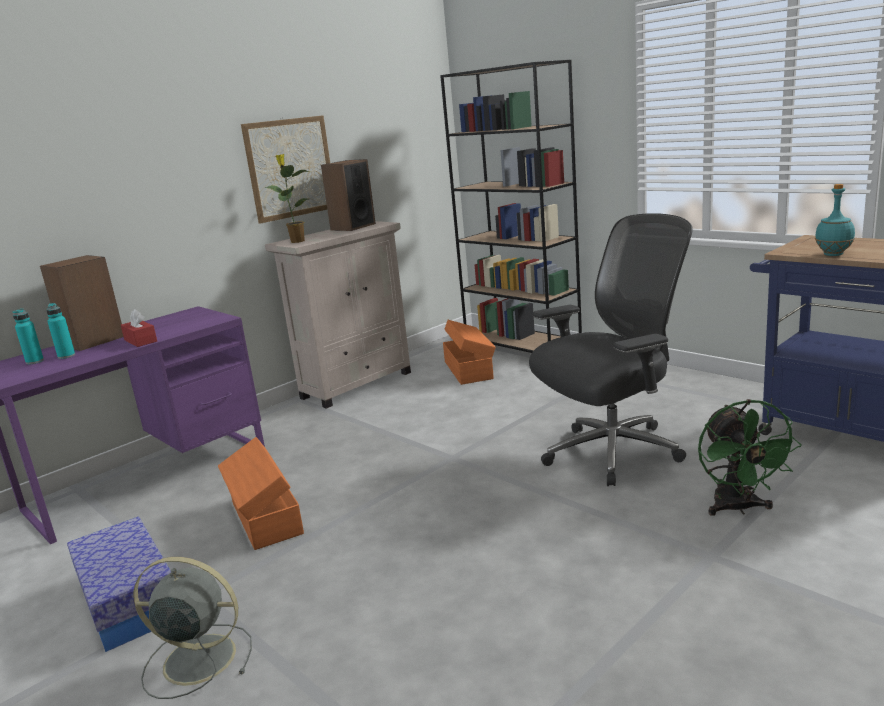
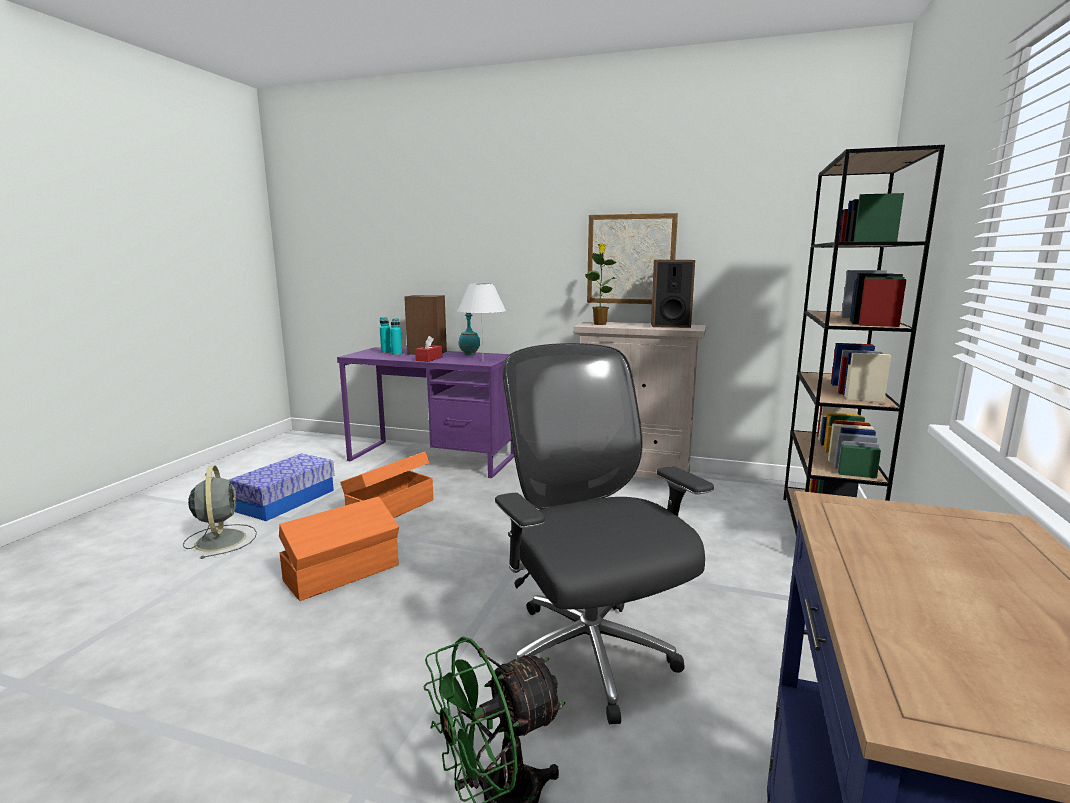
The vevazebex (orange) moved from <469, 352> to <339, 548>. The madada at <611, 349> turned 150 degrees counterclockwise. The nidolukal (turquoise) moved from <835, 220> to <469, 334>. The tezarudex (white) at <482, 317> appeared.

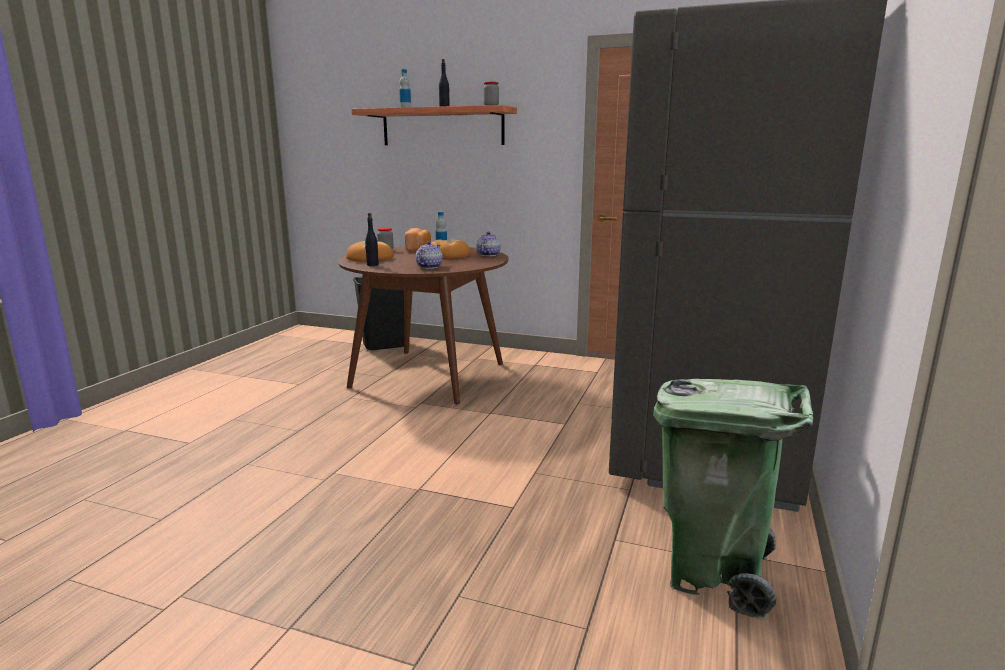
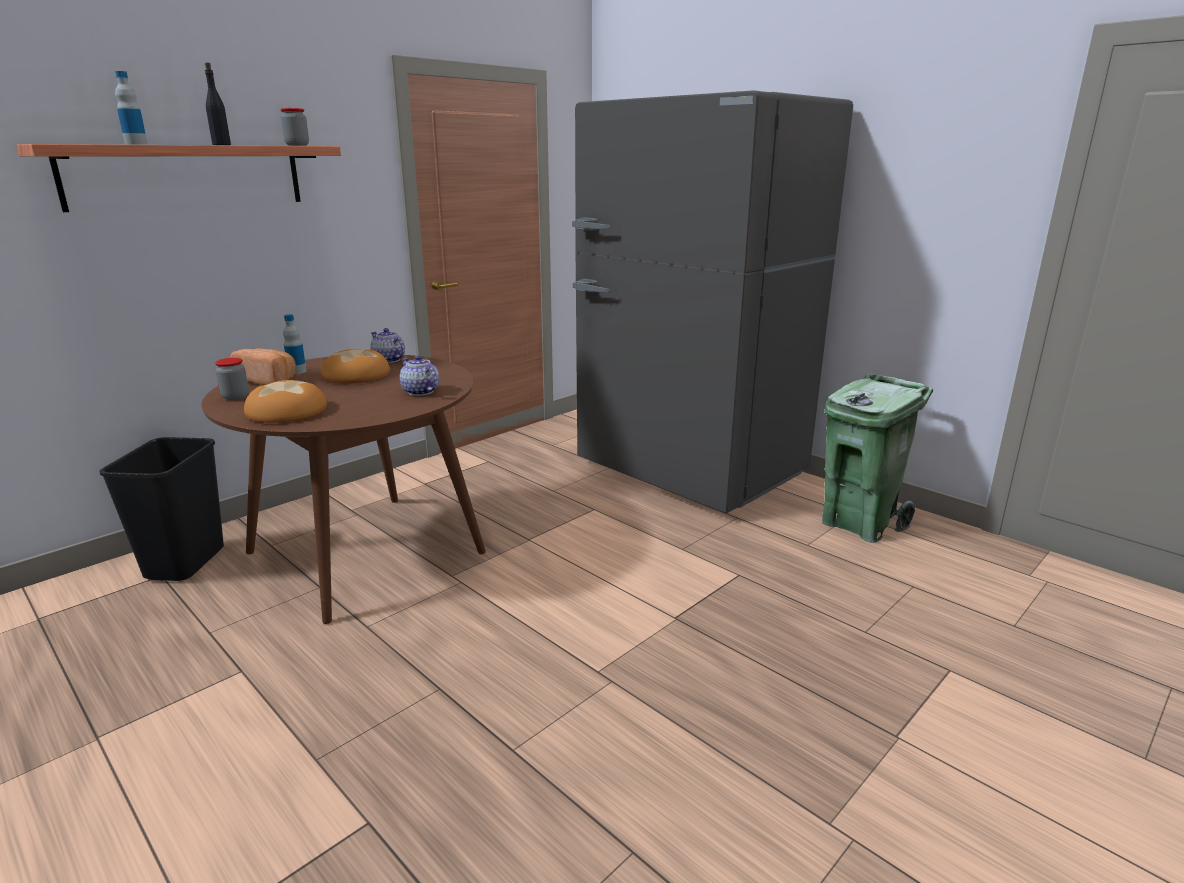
The nidolukal (black) at <372, 239> disappeared.

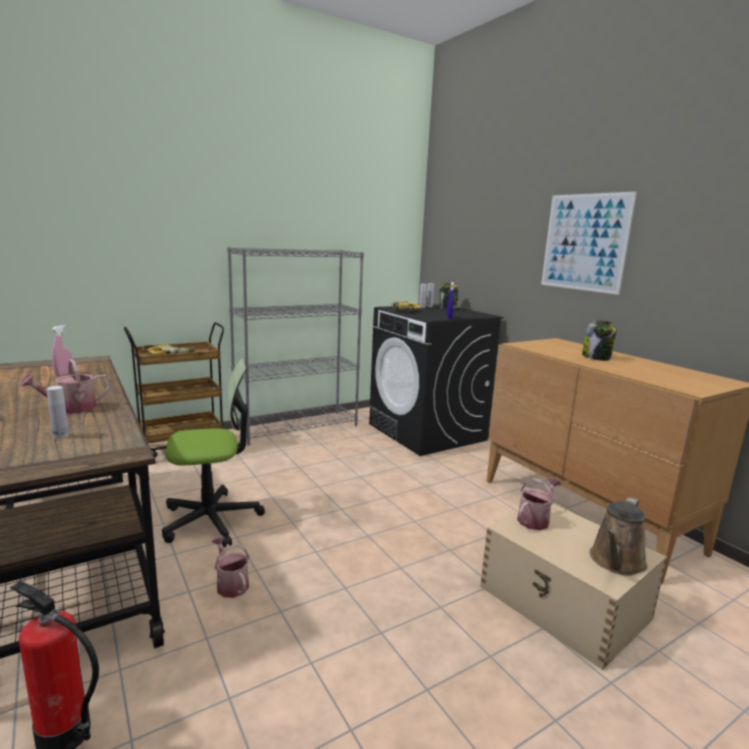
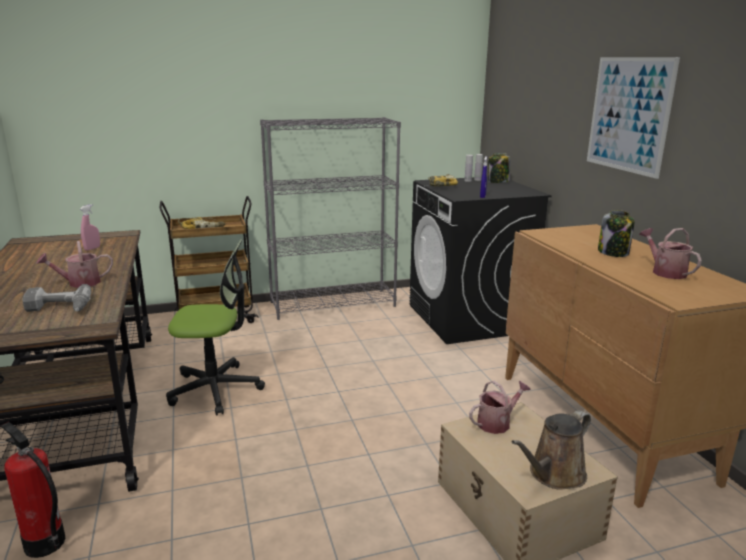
The nidolukal (white) at <58, 412> was replaced by the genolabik at <57, 298>. The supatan moved from <230, 567> to <670, 253>.

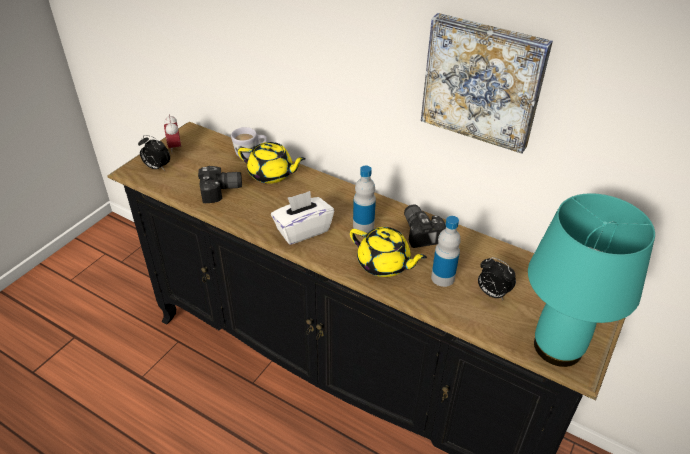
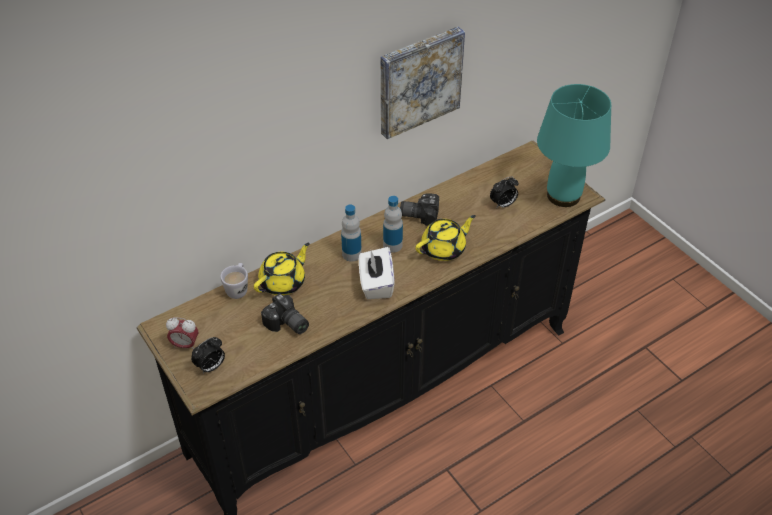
The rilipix at <220, 184> turned 120 degrees clockwise. The nidolukal moved from <446, 251> to <351, 233>.

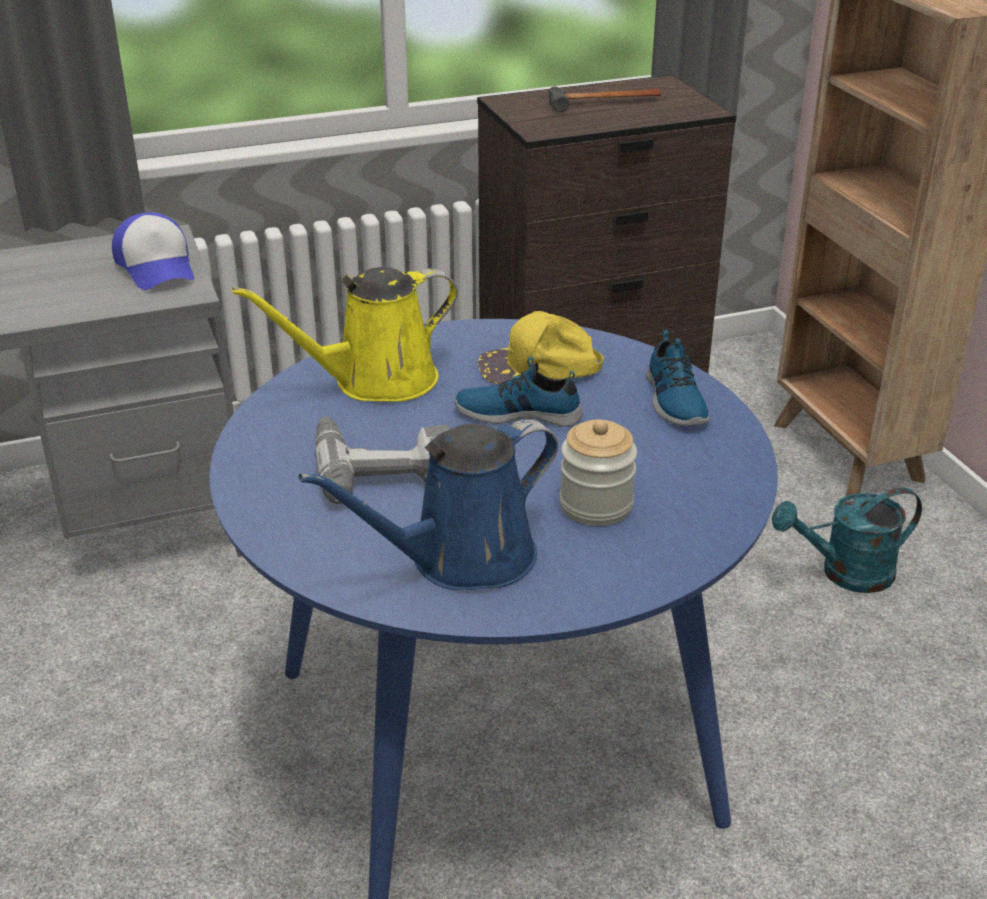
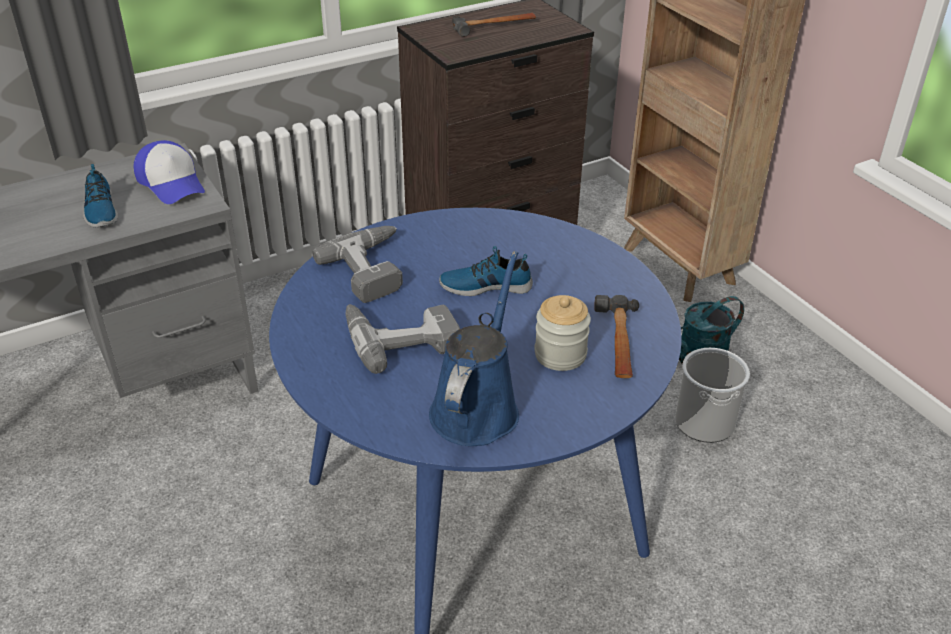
The supatan (yellow) at <345, 334> was replaced by the genolabik at <358, 264>. The supatan (blue) at <428, 505> turned 150 degrees clockwise. The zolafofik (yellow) at <541, 347> disappeared. The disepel moved from <678, 378> to <100, 195>. The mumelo at <616, 336> appeared. The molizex at <712, 395> appeared.

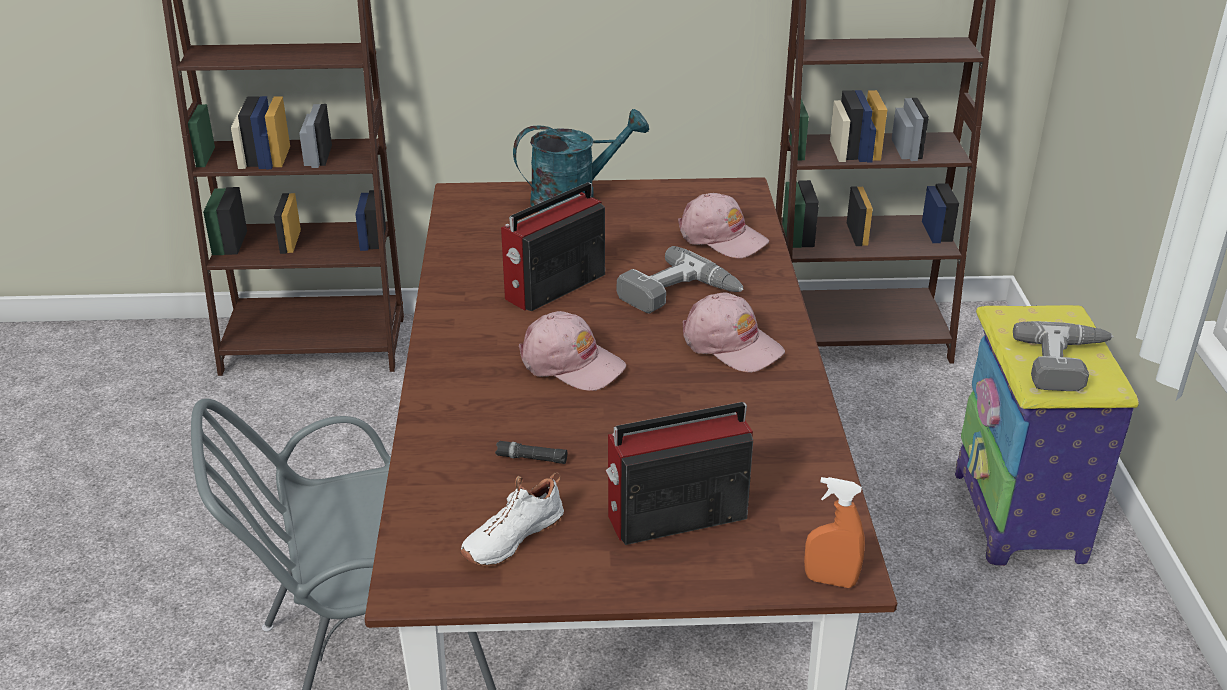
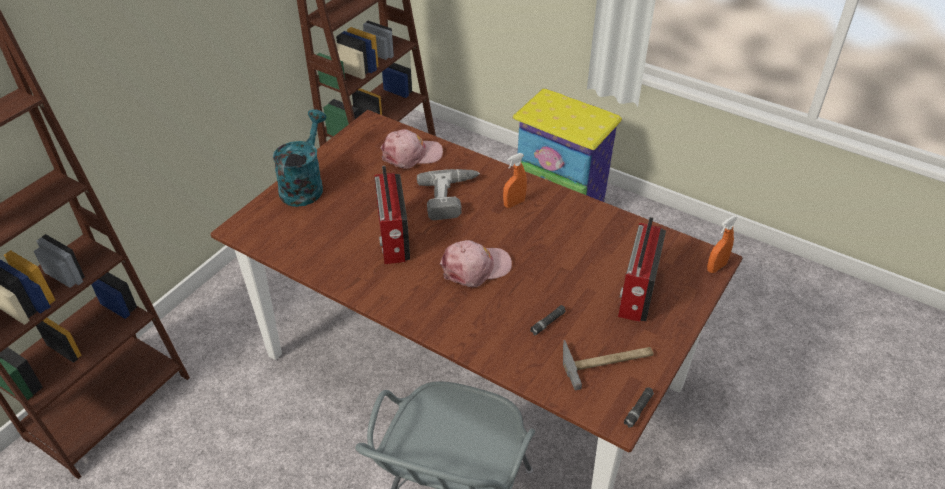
The disepel (white) at <512, 519> was replaced by the mumelo at <608, 365>. The zolafofik (pink) at <733, 333> was replaced by the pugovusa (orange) at <515, 180>. The genolabik at <1063, 356> disappeared. The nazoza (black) at <639, 407> appeared.

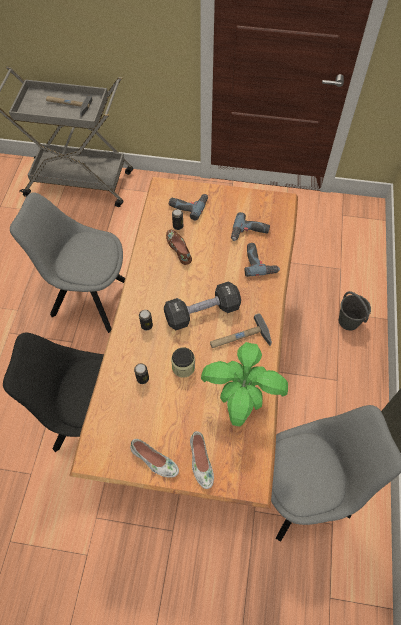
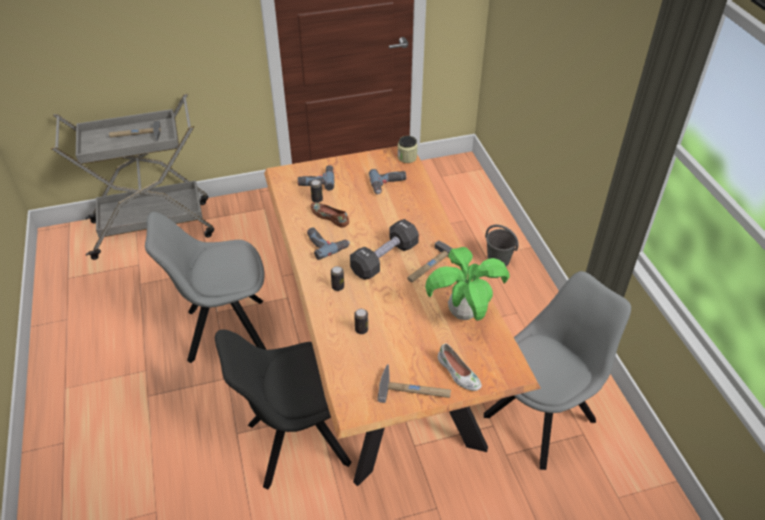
The disepel (white) at <154, 458> was replaced by the mumelo at <414, 383>. The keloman moved from <183, 363> to <407, 149>. The genolabik moved from <262, 260> to <328, 244>.

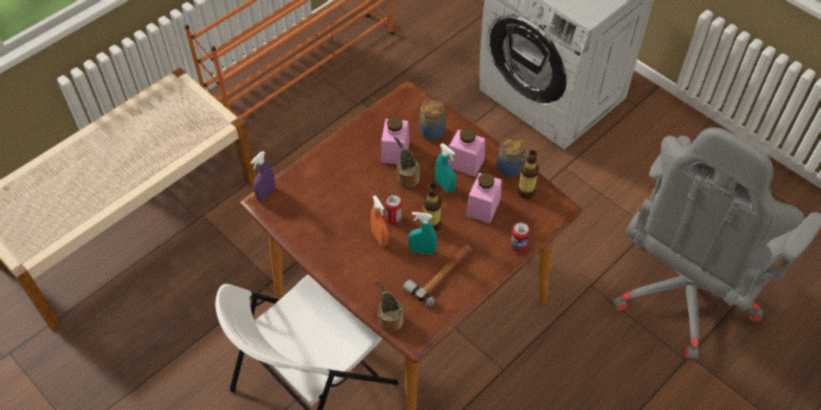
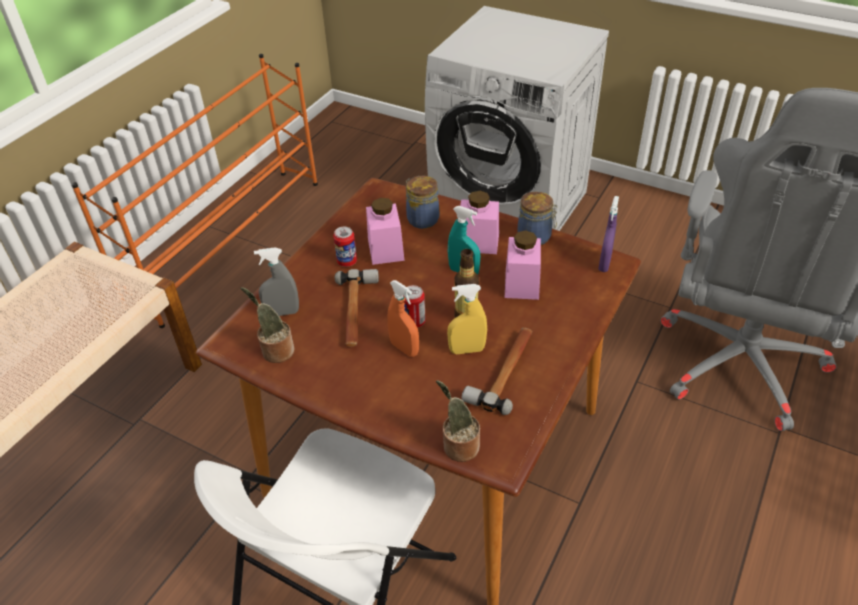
The pugovusa (purple) moved from <262, 176> to <608, 234>. The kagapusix moved from <406, 162> to <267, 325>. The pugovusa (turquoise) at <422, 233> became the pugovusa (yellow) at <467, 319>. The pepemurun moved from <520, 237> to <345, 246>. The nidolukal at <528, 174> disappeared. The pugovusa (grey) at <276, 281> appeared. The mumelo at <357, 308> appeared.

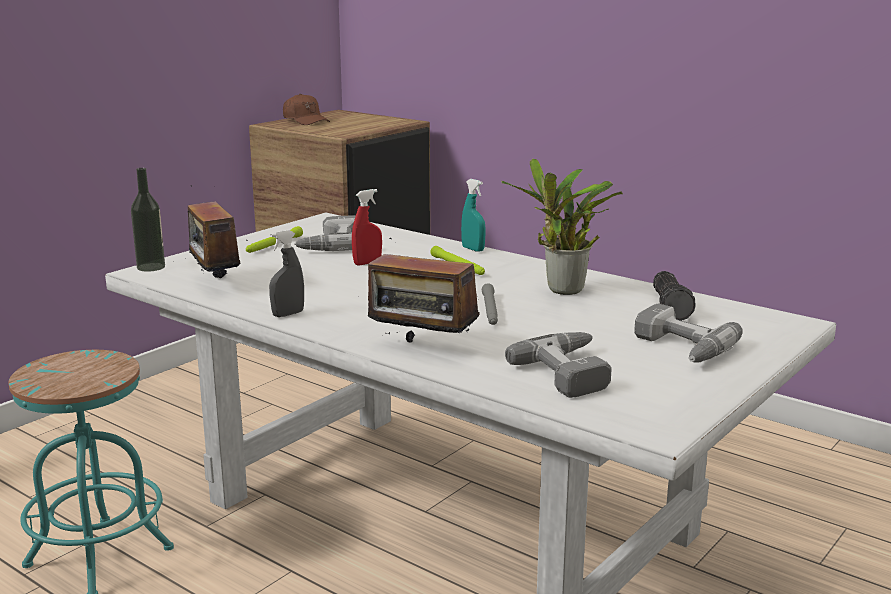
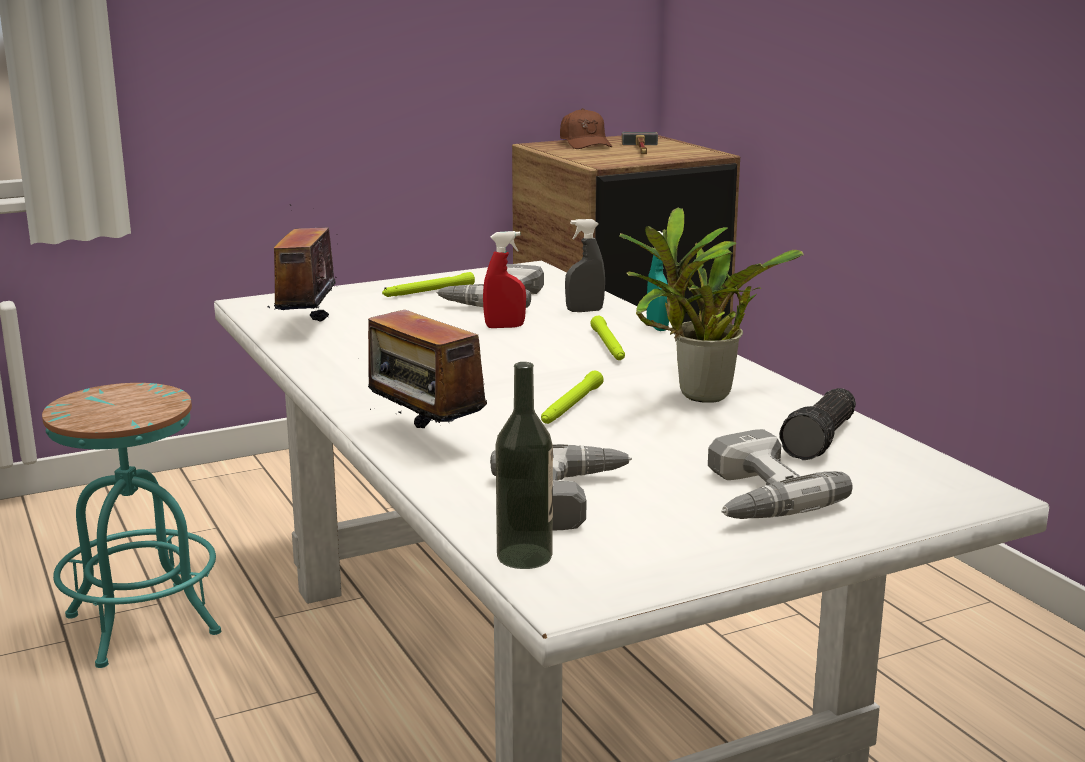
The nidolukal moved from <148, 220> to <524, 465>. The pugovusa (grey) moved from <286, 273> to <585, 265>. The nazoza (grey) at <490, 304> became the nazoza (green) at <572, 397>. The mumelo at <640, 143> appeared.

